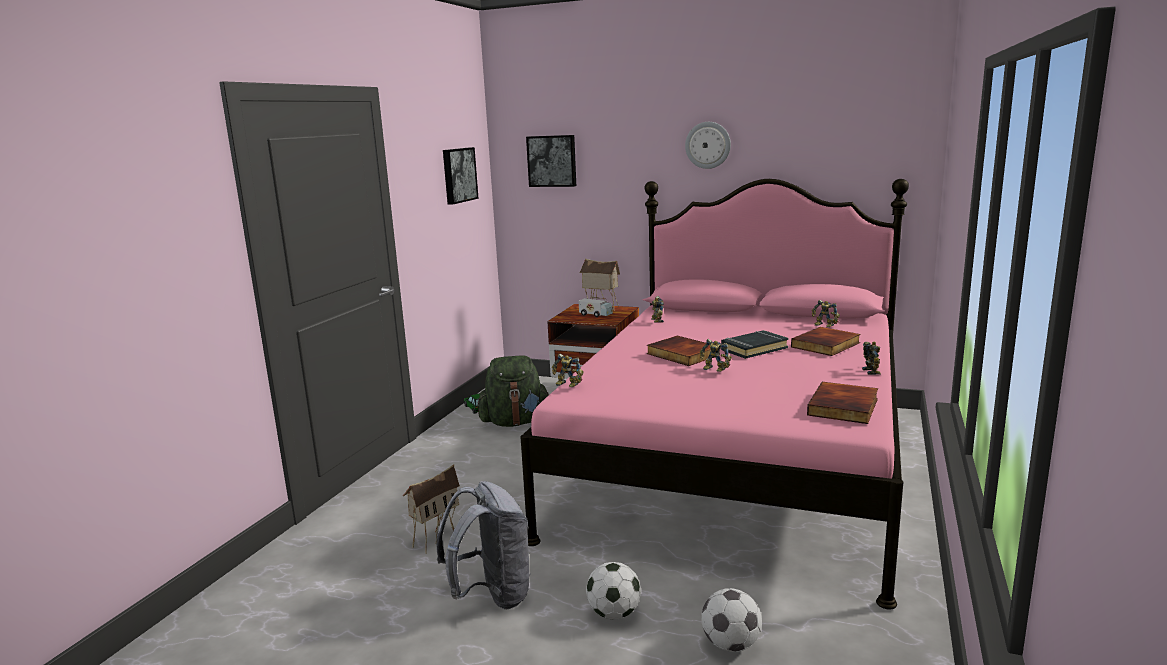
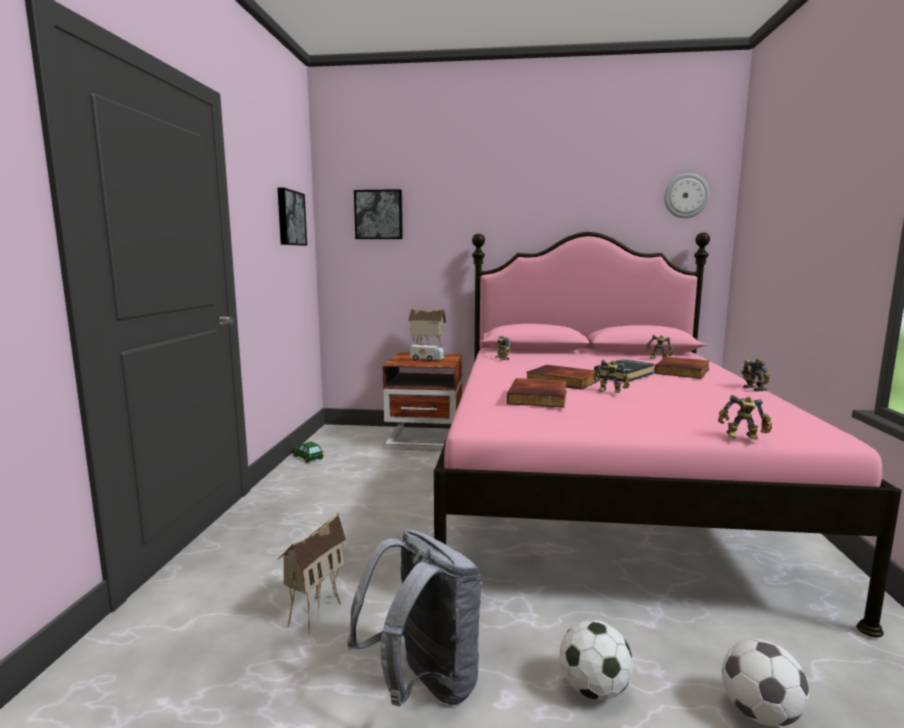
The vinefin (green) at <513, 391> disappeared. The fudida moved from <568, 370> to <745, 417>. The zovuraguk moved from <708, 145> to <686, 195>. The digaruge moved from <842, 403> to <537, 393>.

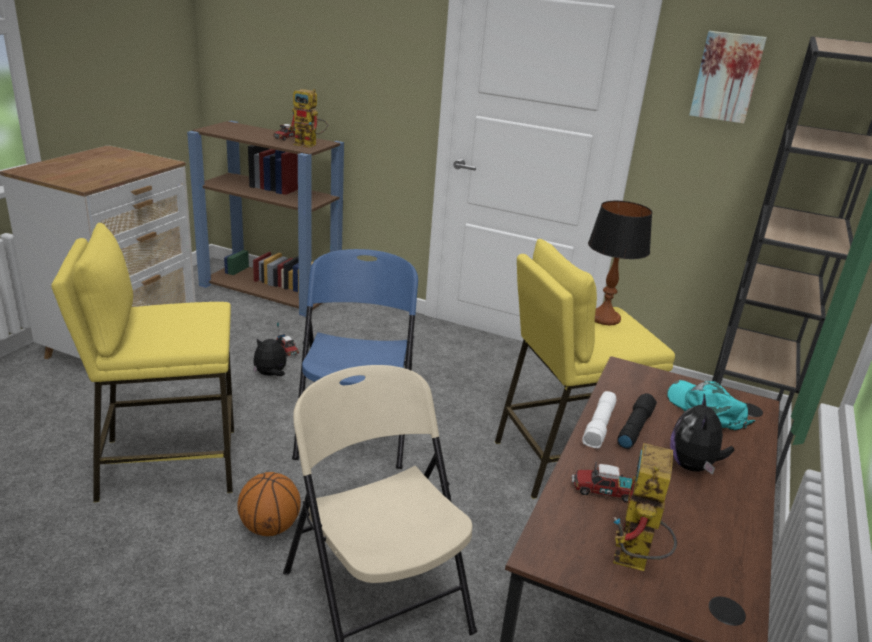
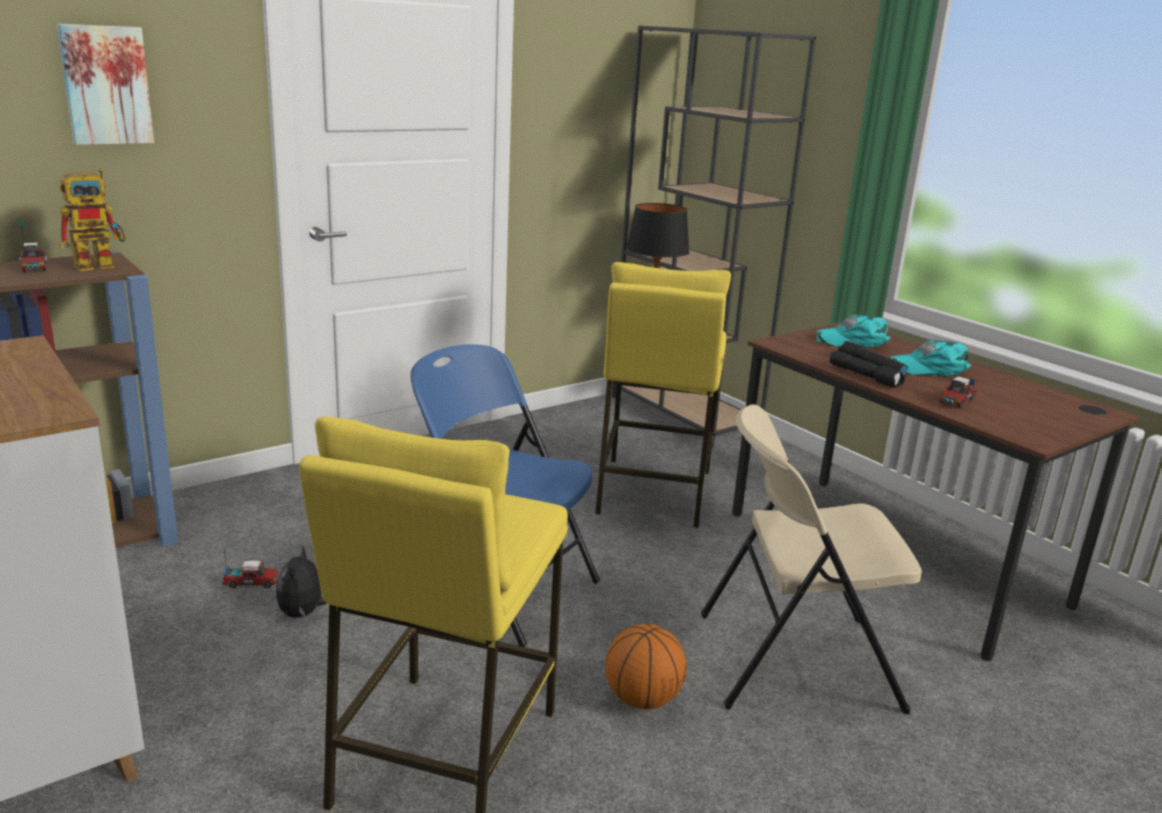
The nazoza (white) at <599, 420> became the nazoza (black) at <867, 369>. The fudida at <645, 507> disappeared. The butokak at <702, 434> was replaced by the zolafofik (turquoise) at <930, 358>. The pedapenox moved from <728, 77> to <105, 84>.

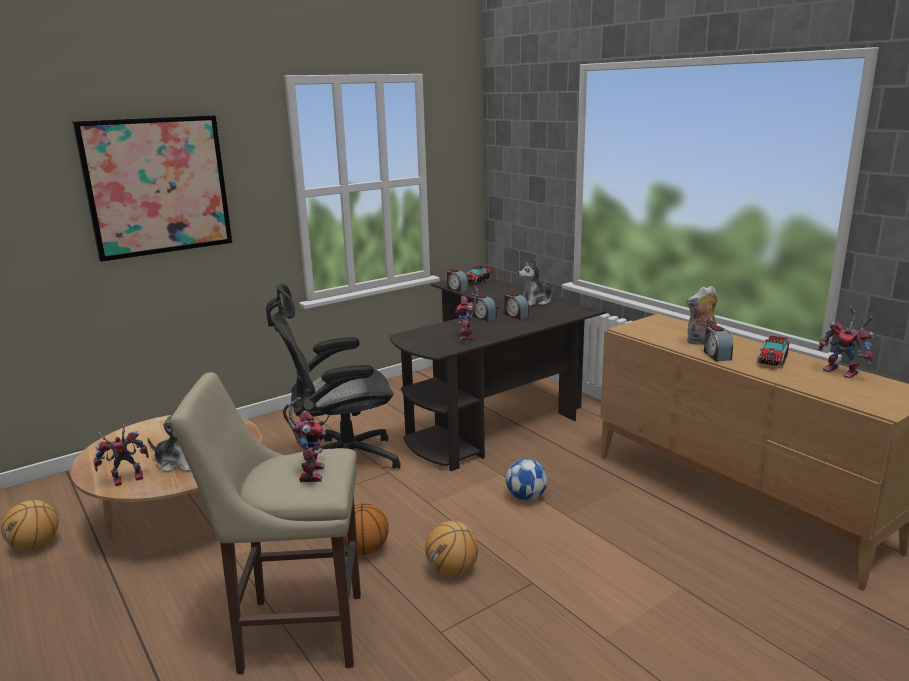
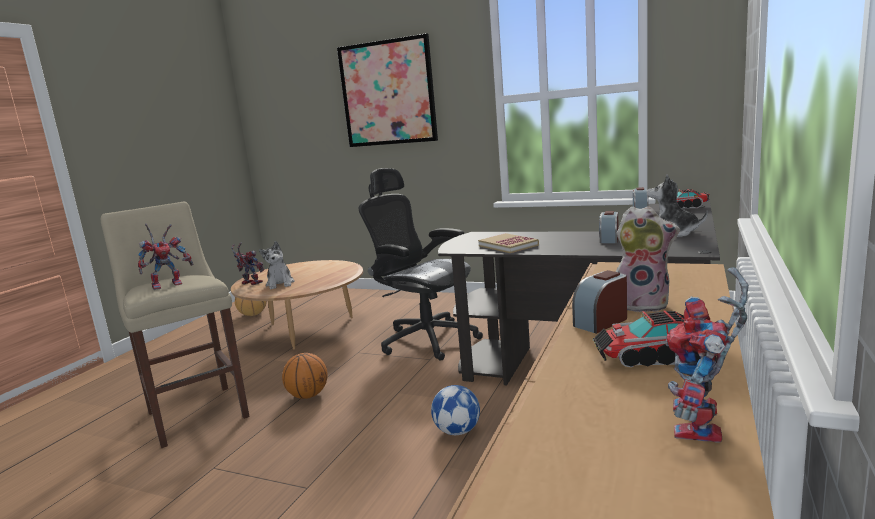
The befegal at <451, 548> disappeared. The fudida at <467, 313> was replaced by the digaruge at <508, 243>. The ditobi at <484, 307> disappeared. The butokak at <702, 315> turned 150 degrees clockwise.

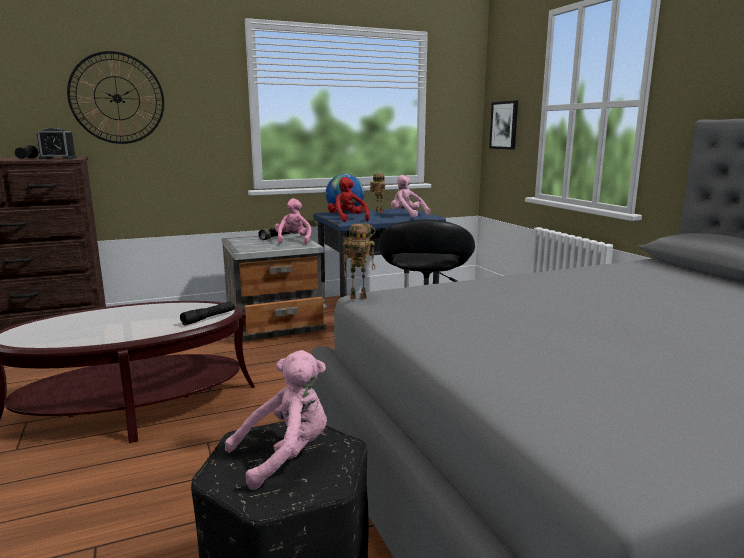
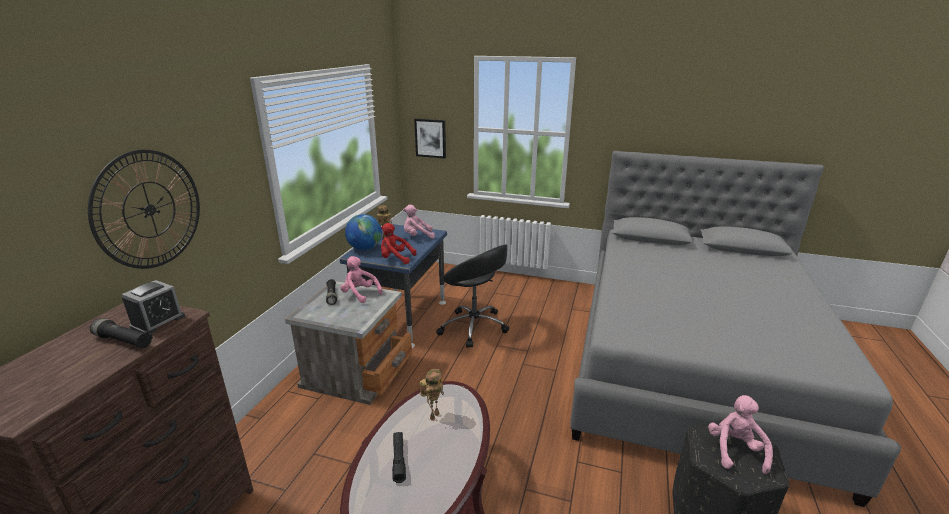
The nazoza (black) moved from <207, 313> to <399, 457>. The fudida moved from <359, 261> to <432, 395>.

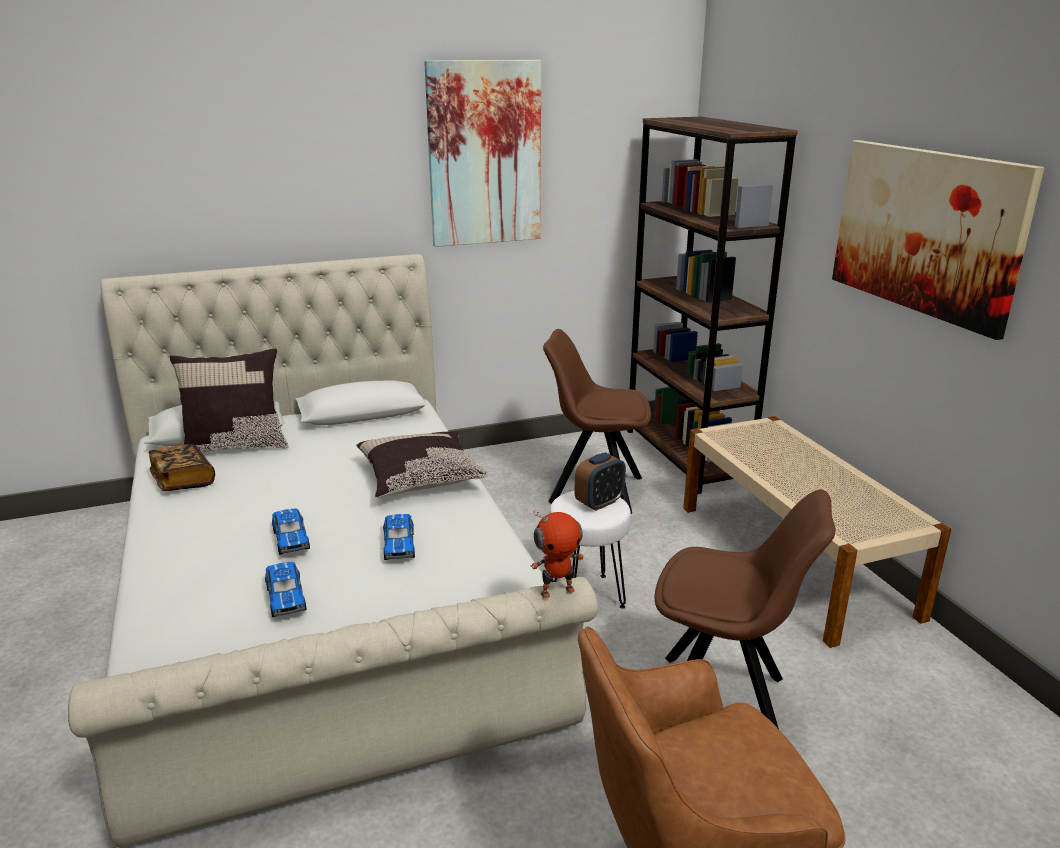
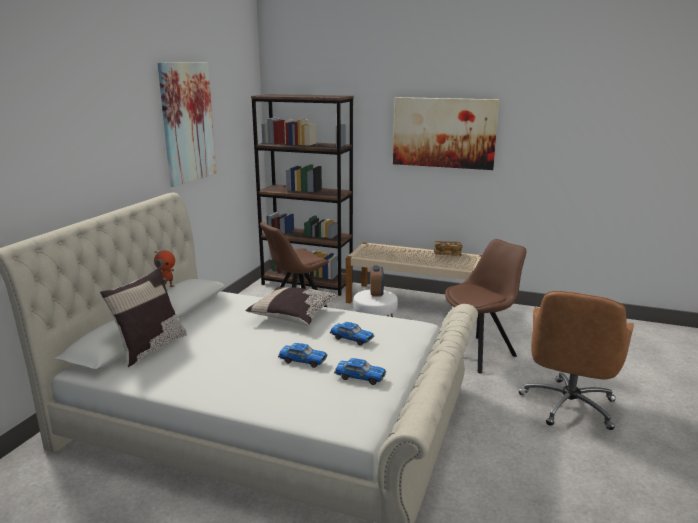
The digaruge moved from <182, 467> to <448, 248>. The fudida moved from <557, 554> to <164, 270>.

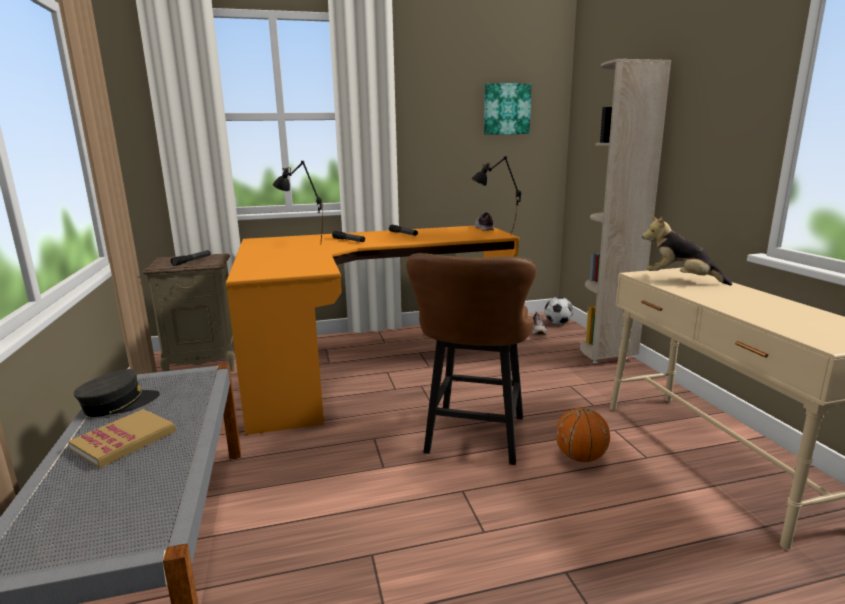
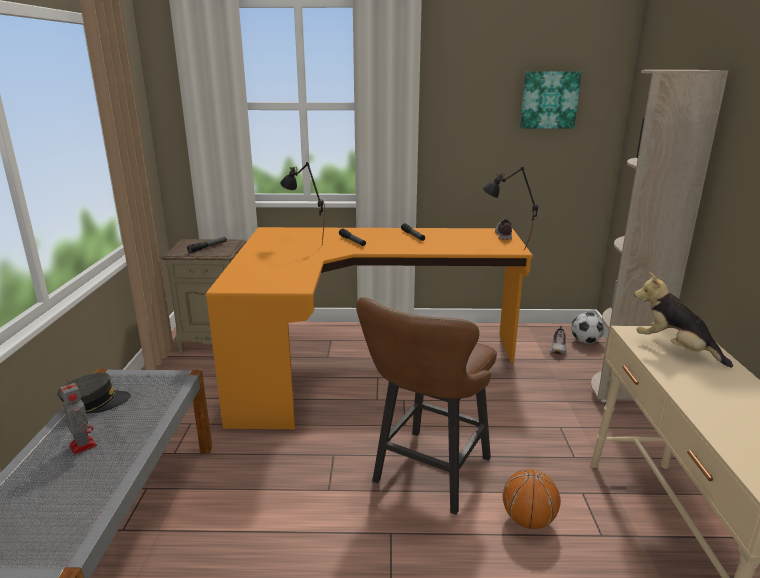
The digaruge at <122, 438> was replaced by the fudida at <78, 417>.

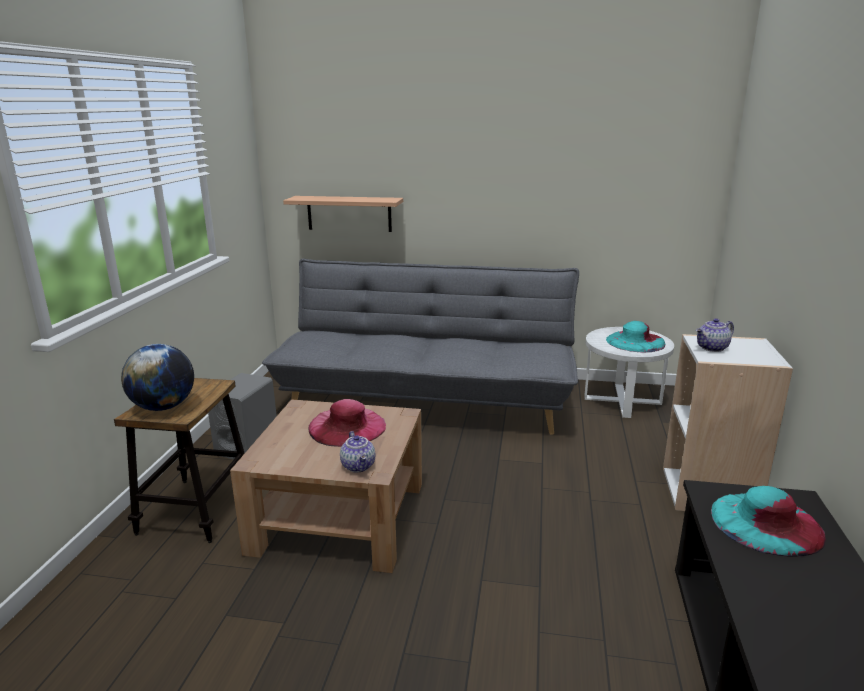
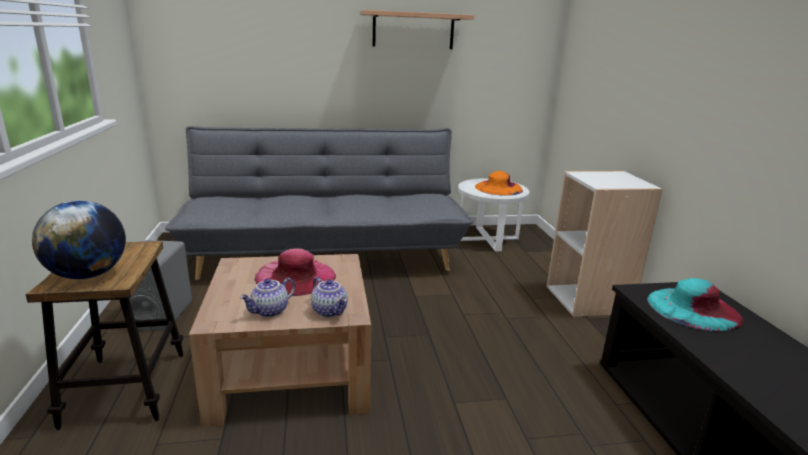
The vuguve moved from <343, 214> to <417, 29>. The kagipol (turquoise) at <635, 336> became the kagipol (orange) at <499, 183>. The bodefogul moved from <715, 335> to <267, 297>.

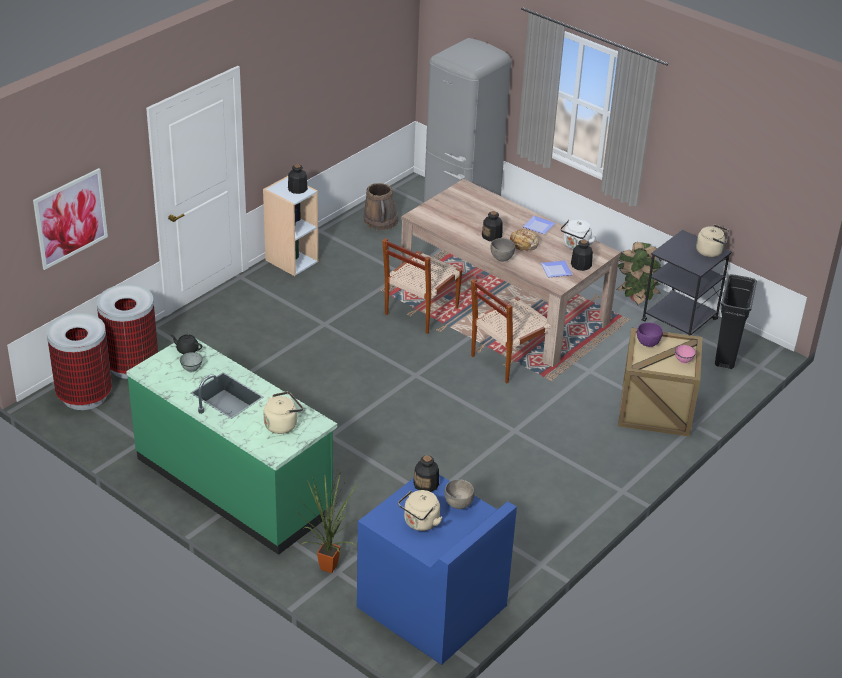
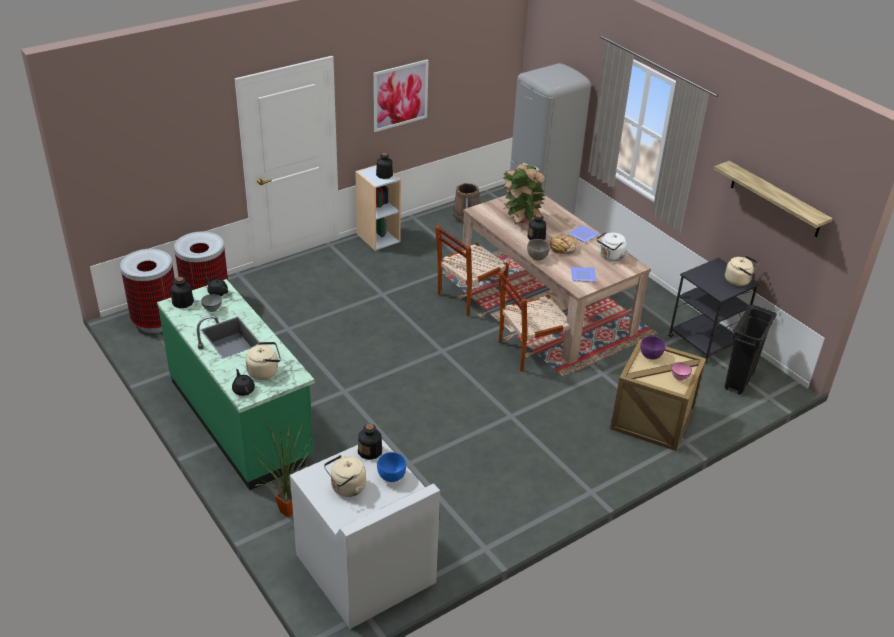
The pedapenox moved from <70, 219> to <401, 95>. The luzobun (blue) at <437, 570> became the luzobun (white) at <365, 534>. The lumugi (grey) at <459, 494> became the lumugi (blue) at <391, 467>. The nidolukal moved from <582, 255> to <182, 292>. The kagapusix moved from <639, 274> to <524, 193>. The bodefogul (black) at <243, 382> appeared. The vuguve at <773, 199> appeared.

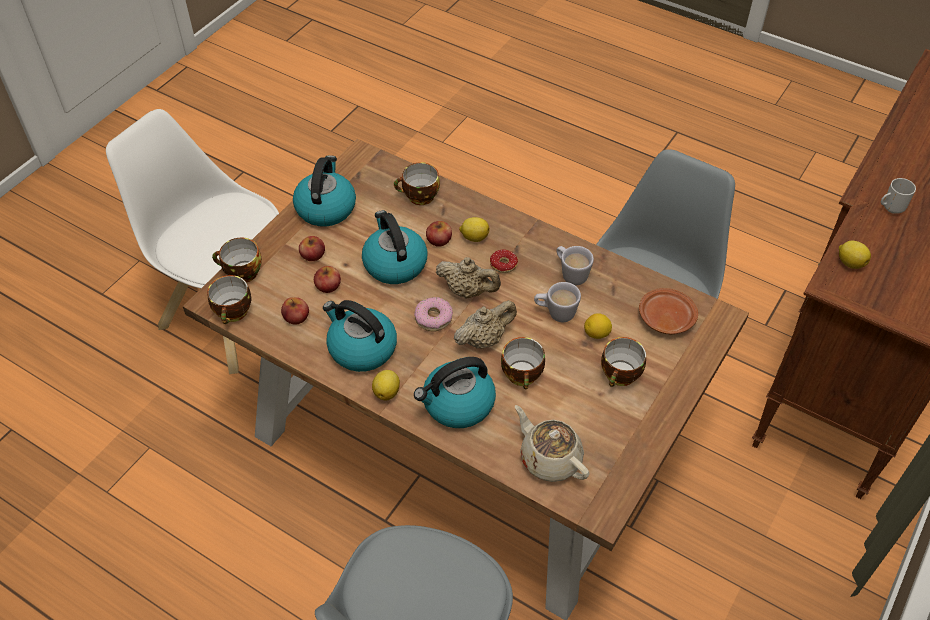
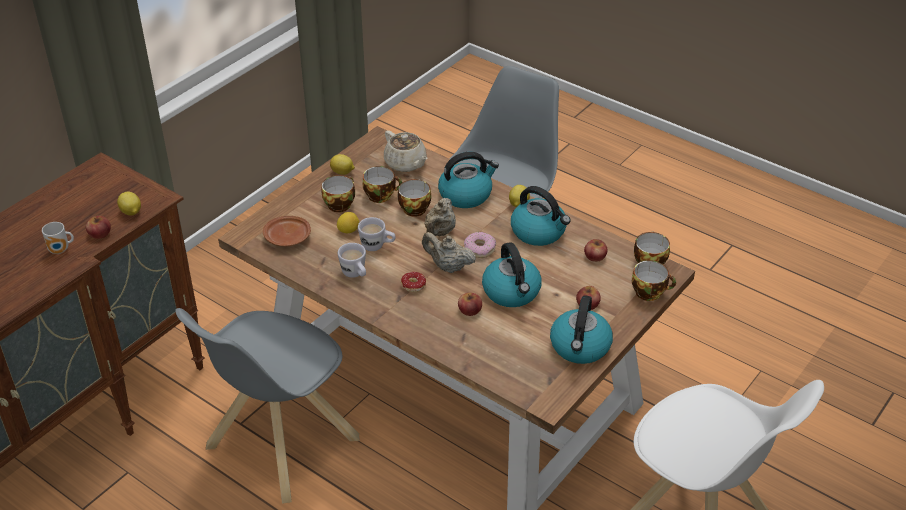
The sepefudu moved from <327, 279> to <98, 227>. The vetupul moved from <417, 183> to <382, 184>. The bodefogul (beige) at <485, 324> turned 45 degrees counterclockwise. The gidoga moved from <474, 229> to <342, 164>.

